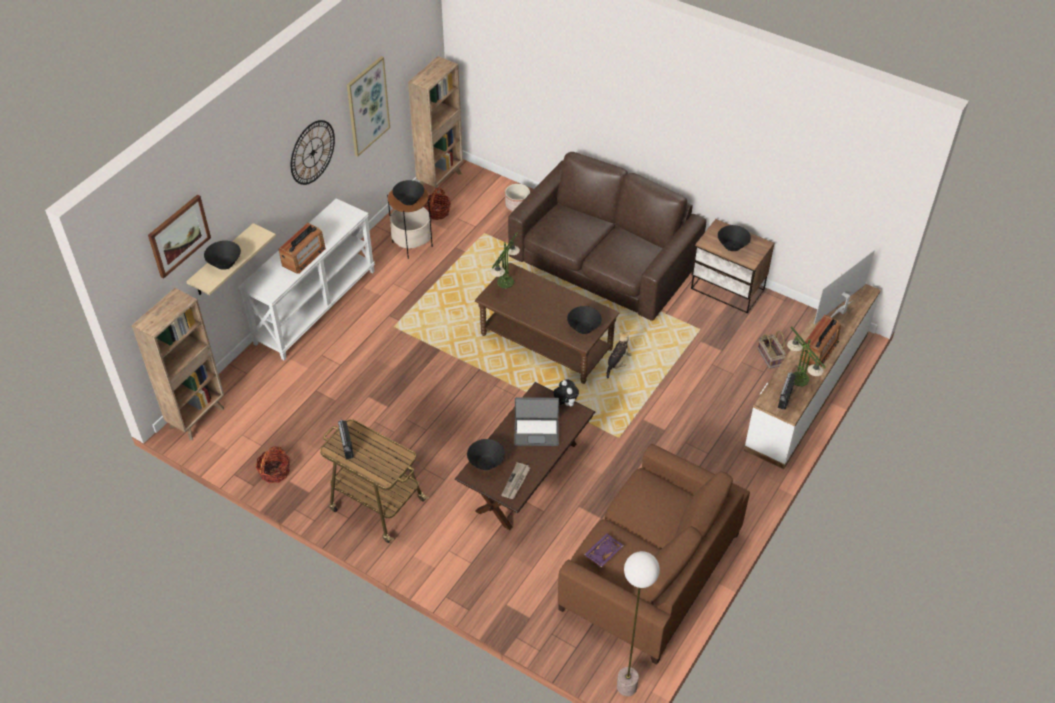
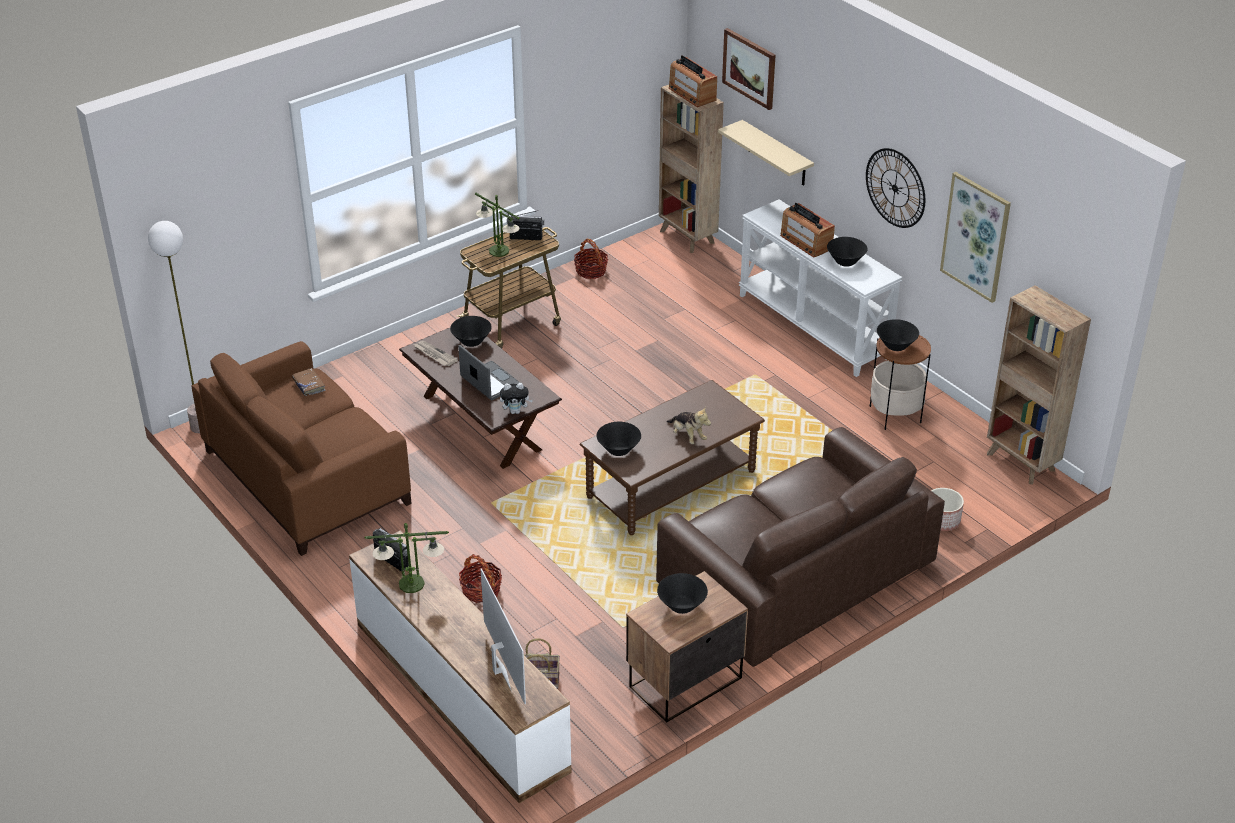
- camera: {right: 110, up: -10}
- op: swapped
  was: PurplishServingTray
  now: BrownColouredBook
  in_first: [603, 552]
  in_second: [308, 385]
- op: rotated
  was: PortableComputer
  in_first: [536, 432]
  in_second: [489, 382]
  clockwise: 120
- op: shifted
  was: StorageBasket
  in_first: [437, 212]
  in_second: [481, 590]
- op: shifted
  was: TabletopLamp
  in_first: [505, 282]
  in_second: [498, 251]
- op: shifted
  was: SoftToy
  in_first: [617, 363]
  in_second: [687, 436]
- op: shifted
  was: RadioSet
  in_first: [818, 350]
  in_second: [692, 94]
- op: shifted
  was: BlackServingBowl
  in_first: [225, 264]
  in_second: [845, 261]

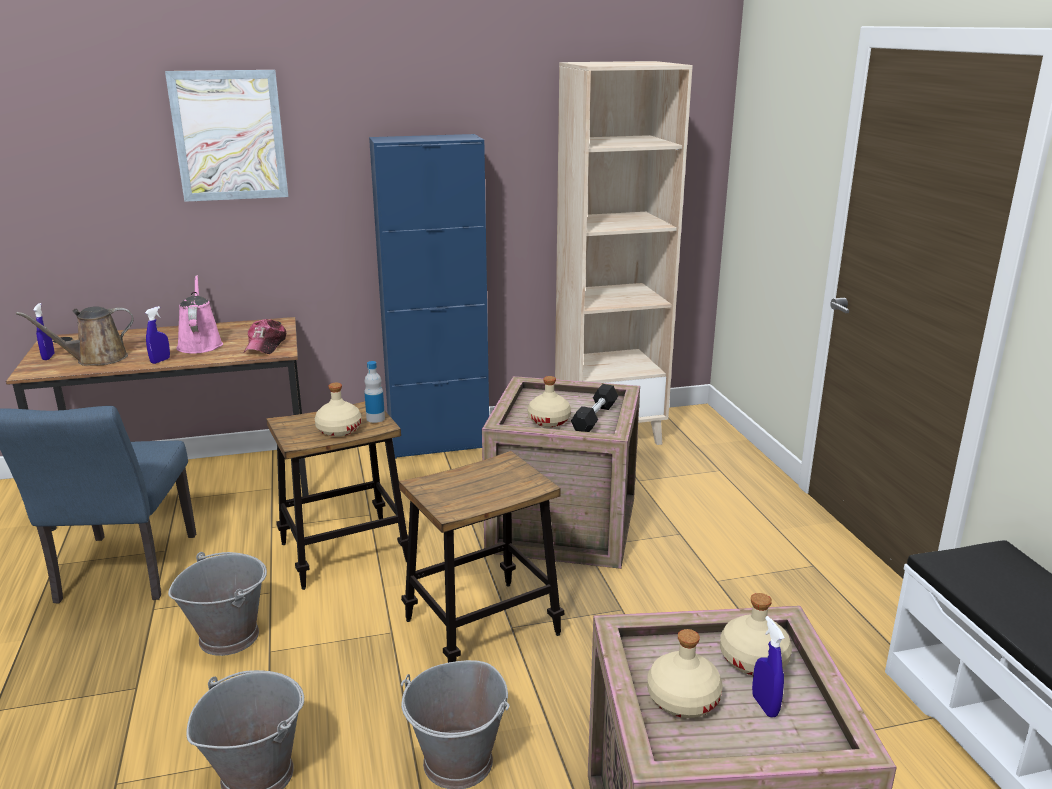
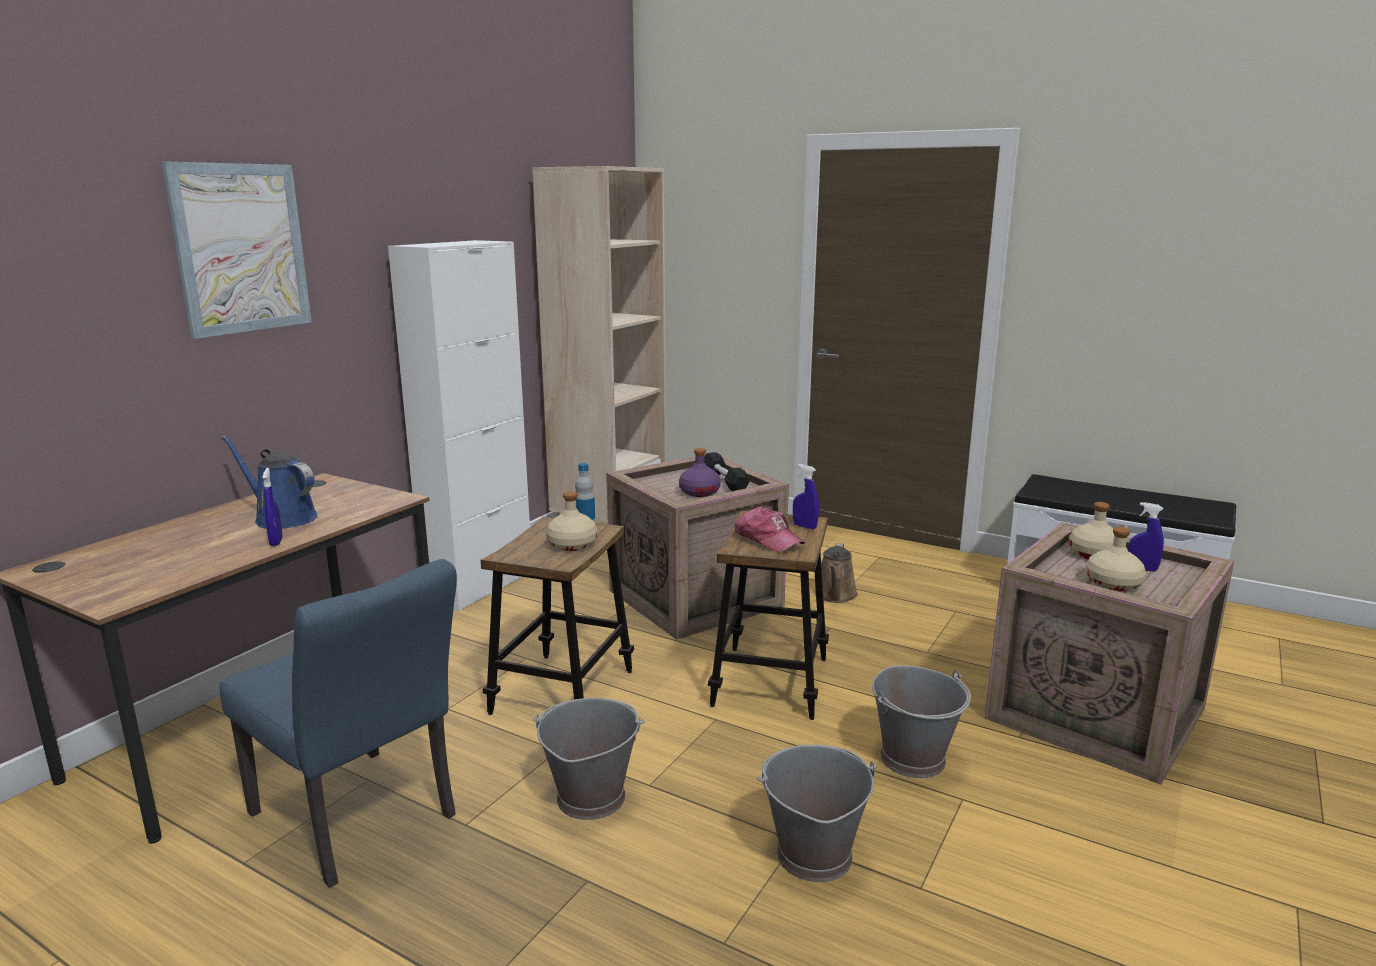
- camera: {right: -45, up: -5}
- op: repainted
  was: PinkishSprinklingCan
  now: BlueSprinklingCan
  in_first: [200, 344]
  in_second: [281, 518]
- op: repainted
  was: BlueStorageCabinet
  now: WhiteStorageCabinet
  in_first: [439, 444]
  in_second: [479, 586]
- op: repainted
  was: SandColouredBeverageBottle
  now: PurplishBeverageBottle
  in_first: [549, 421]
  in_second: [699, 492]
- op: shifted
  was: Cap
  in_first: [265, 345]
  in_second: [768, 539]
- op: shifted
  was: BlueSprayer
  in_first: [48, 357]
  in_second: [804, 526]
- op: shifted
  was: BrownColouredSprinklingCan
  in_first: [96, 359]
  in_second: [835, 596]

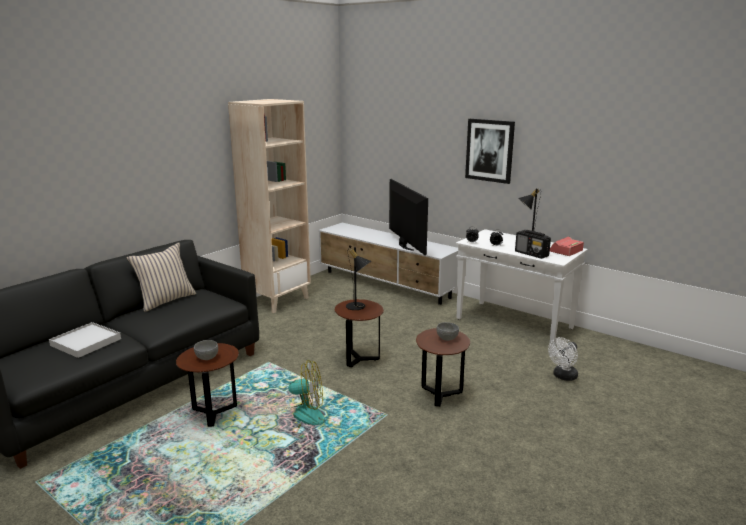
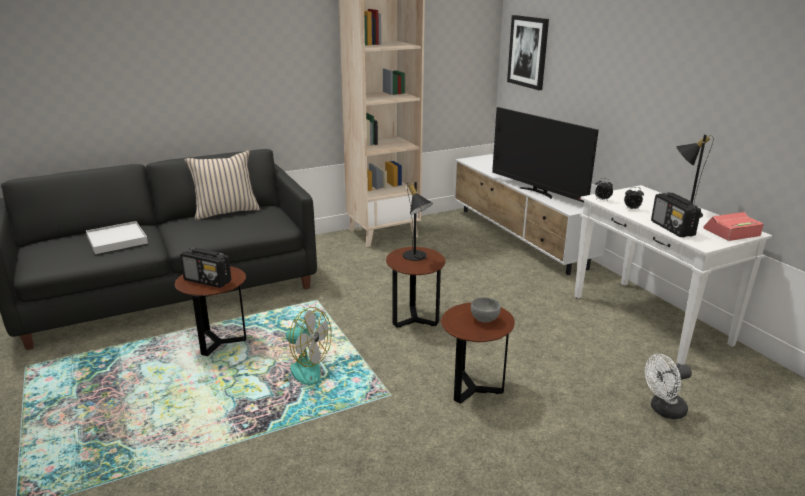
- camera: {right: 25, up: 5}
- op: swapped
  was: GreyishServingBowl
  now: RadioSet
  in_first: [207, 358]
  in_second: [208, 281]
- op: rotated
  was: TvSet
  in_first: [404, 246]
  in_second: [538, 192]
  clockwise: 135
- op: shifted
  was: WallArt
  in_first: [489, 150]
  in_second: [528, 52]

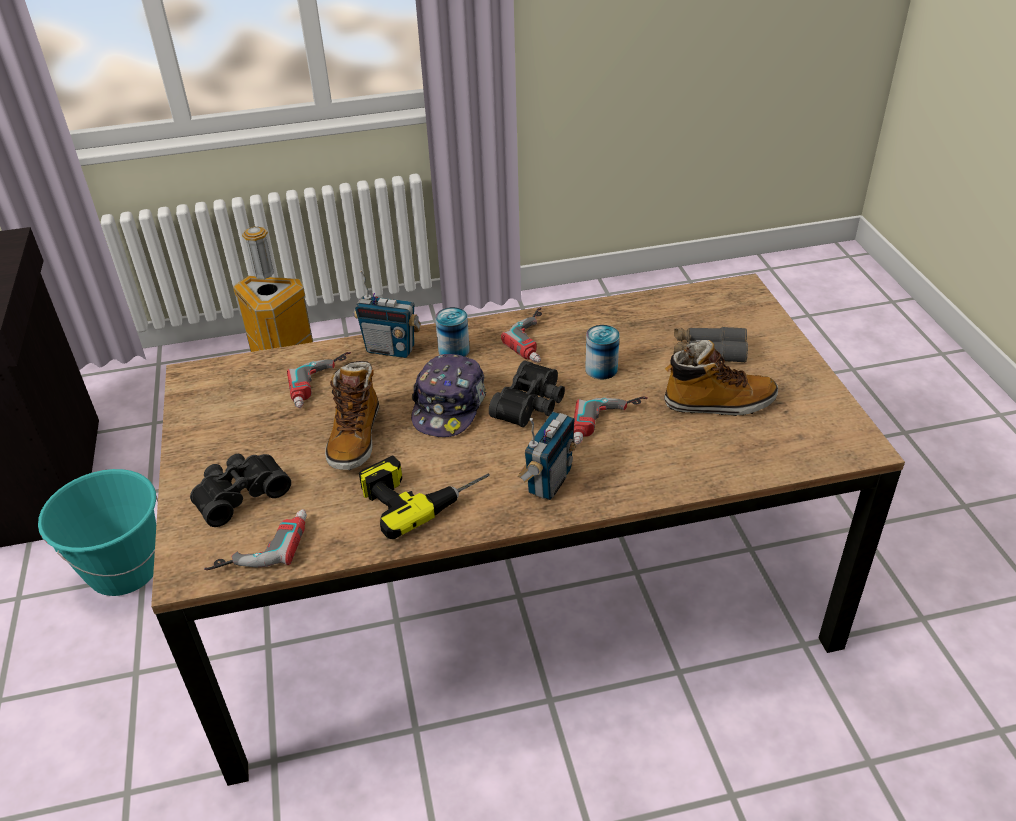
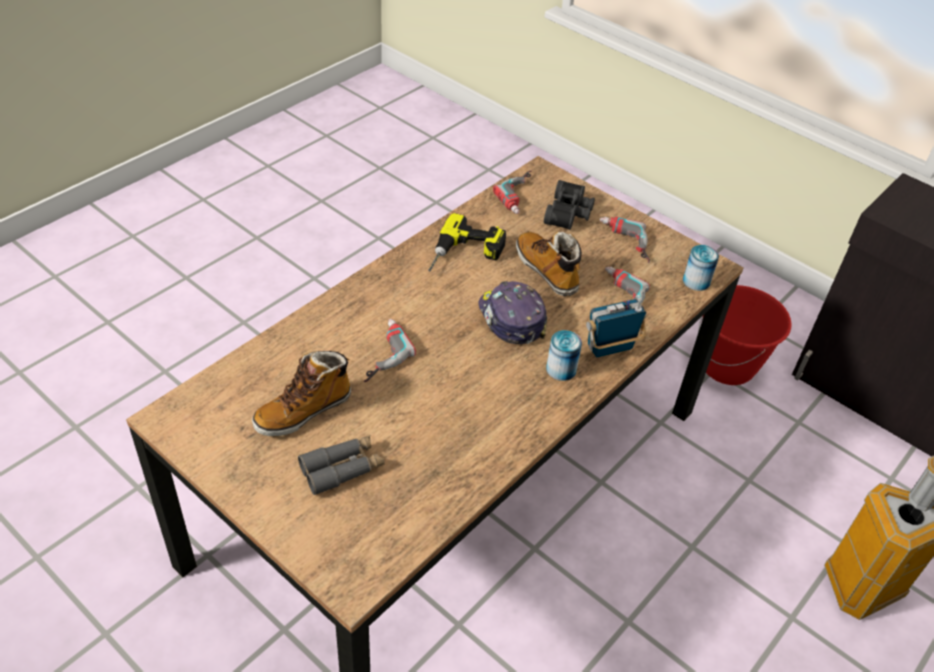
- camera: {right: 140, up: 5}
- op: shifted
  was: ElectricDrill
  in_first: [538, 340]
  in_second: [623, 243]
- op: shifted
  was: SealedCan
  in_first: [601, 369]
  in_second: [696, 281]
- op: repainted
  was: TurquoiseWaterBucket
  now: ReddishWaterBucket
  in_first: [124, 570]
  in_second: [727, 366]
- op: gone
  was: BlackFieldGlasses
  in_first: [532, 405]
- op: gone
  was: RadioSet
  in_first: [548, 481]

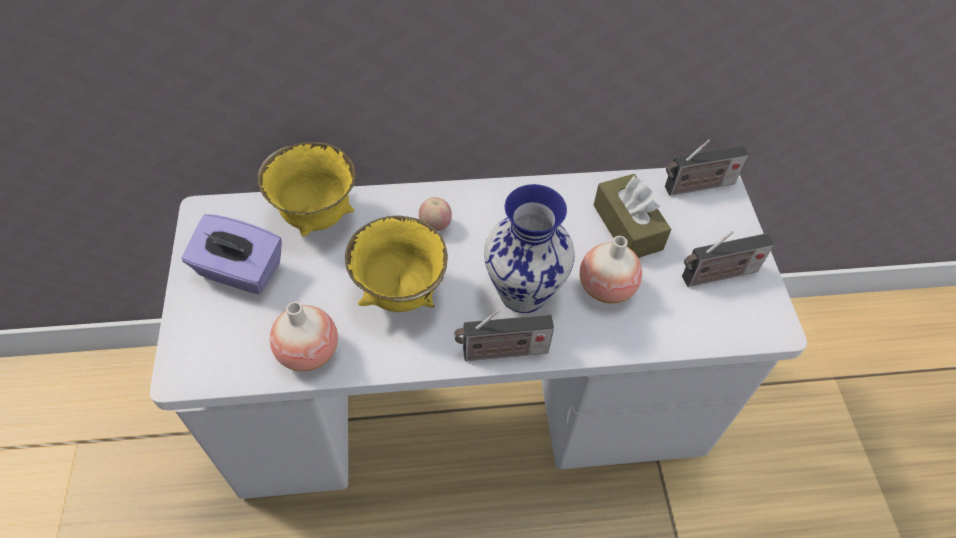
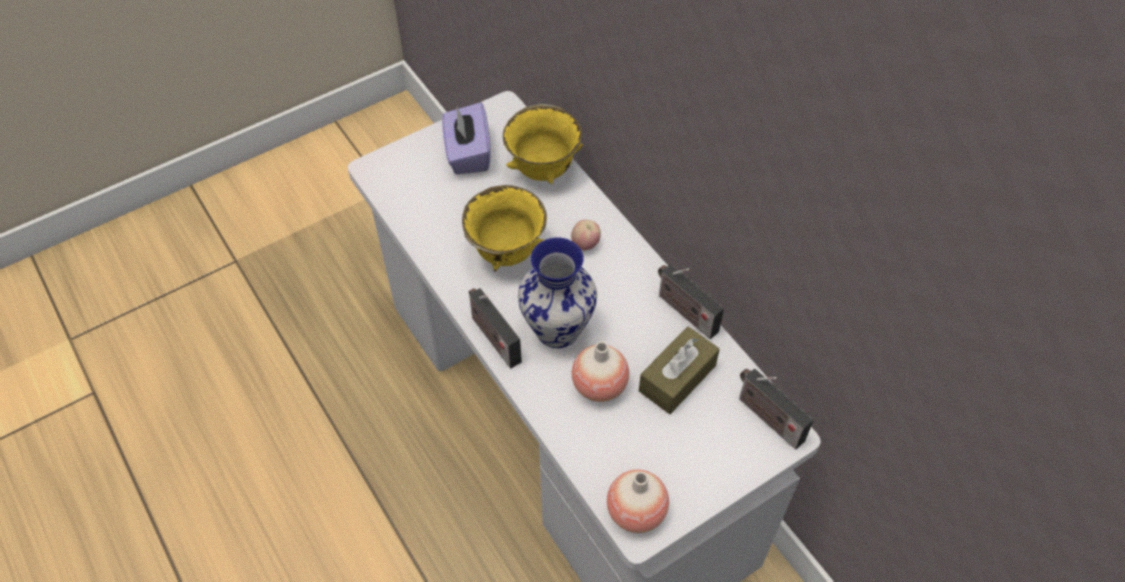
- camera: {right: 65, up: 0}
- op: shifted
  was: Vase
  in_first: [308, 352]
  in_second: [636, 511]
- op: shifted
  was: RadioSet
  in_first: [716, 275]
  in_second: [684, 312]

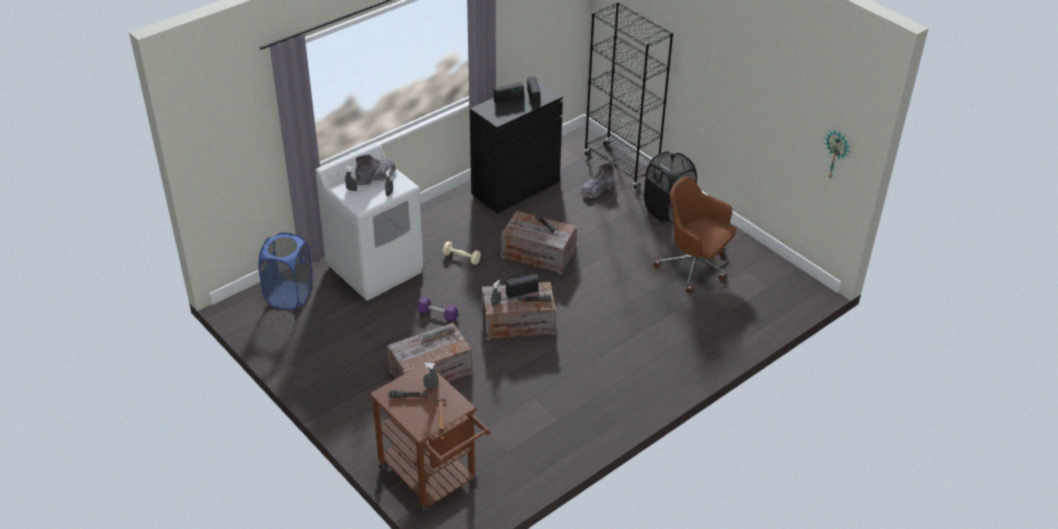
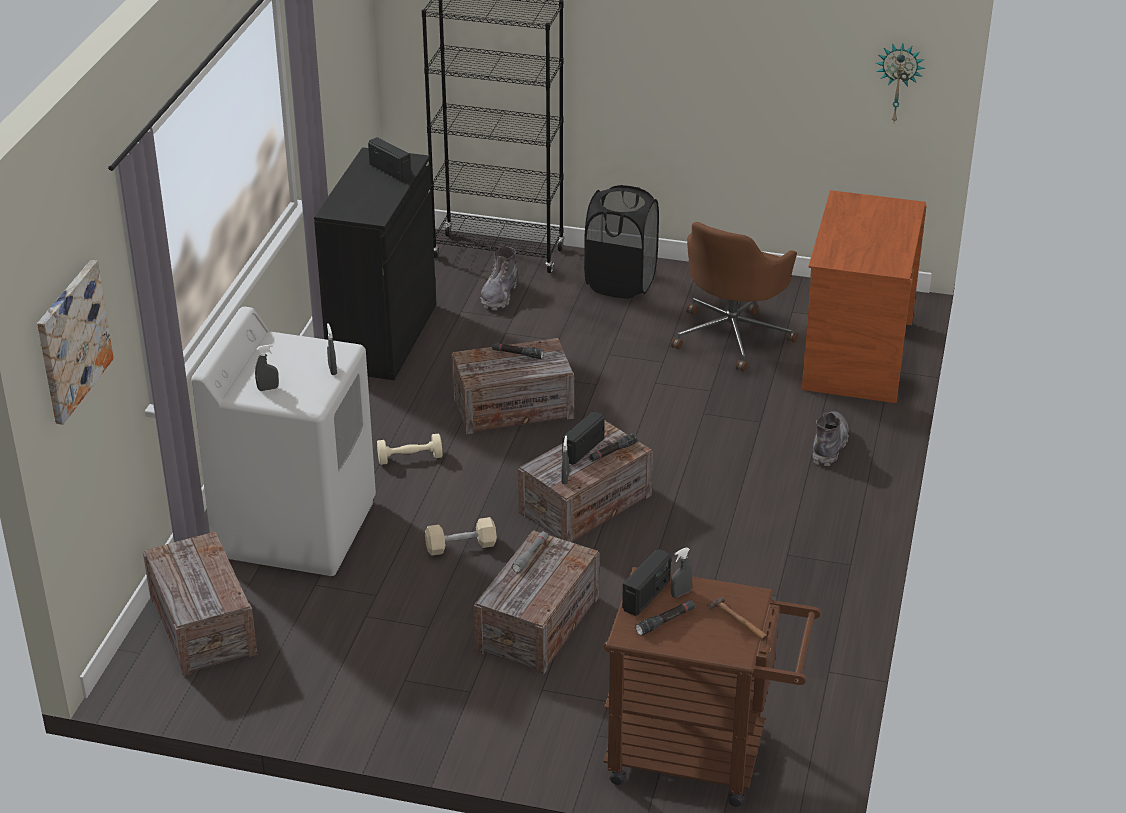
- camera: {right: -35, up: -5}
- op: new
  now: WallArt
  in_second: [72, 341]
- op: swapped
  was: BlueLaundryBasket
  now: Crate
  in_first: [289, 295]
  in_second: [203, 625]
- op: repainted
  was: PurplishDumbbell
  now: SandColouredDumbbell
  in_first: [437, 314]
  in_second: [461, 546]
- op: shifted
  was: RadioSet
  in_first: [508, 100]
  in_second: [647, 595]
- op: rotated
  was: BrownColouredDeskChair
  in_first: [694, 267]
  in_second: [732, 336]
  clockwise: -60
- op: new
  now: BrownColouredDesk
  in_second: [856, 355]
- op: shifted
  was: GreyishBoot
  in_first: [376, 177]
  in_second: [829, 445]

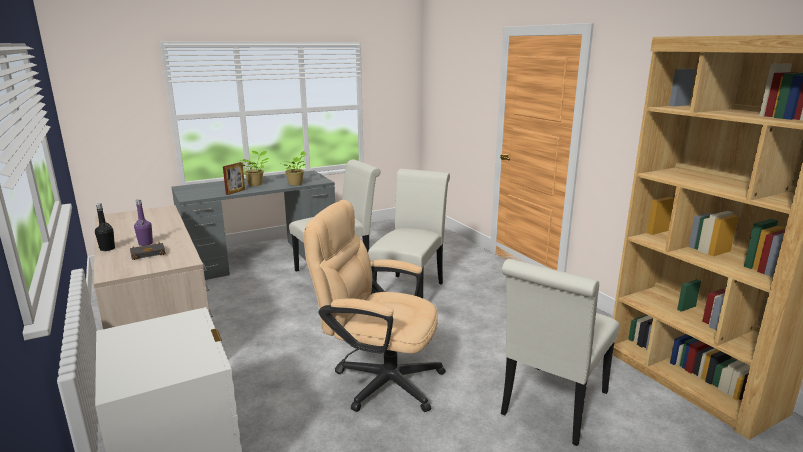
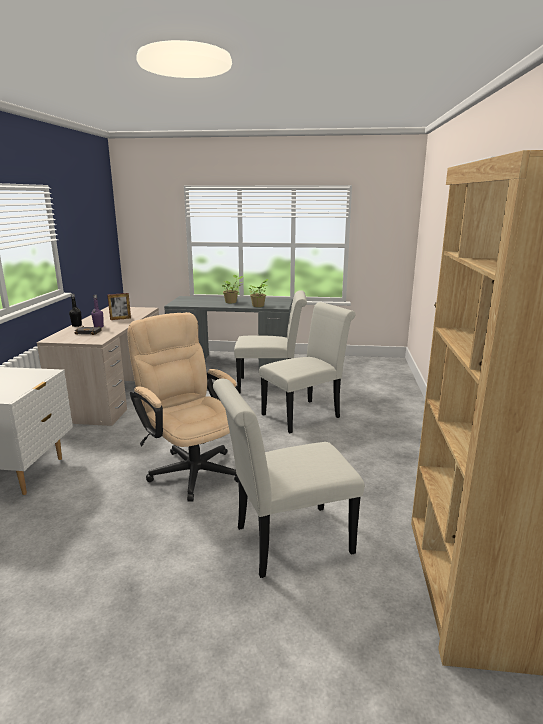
- camera: {right: 35, up: 0}
- op: shifted
  was: PictureFrame
  in_first: [235, 192]
  in_second: [120, 319]

